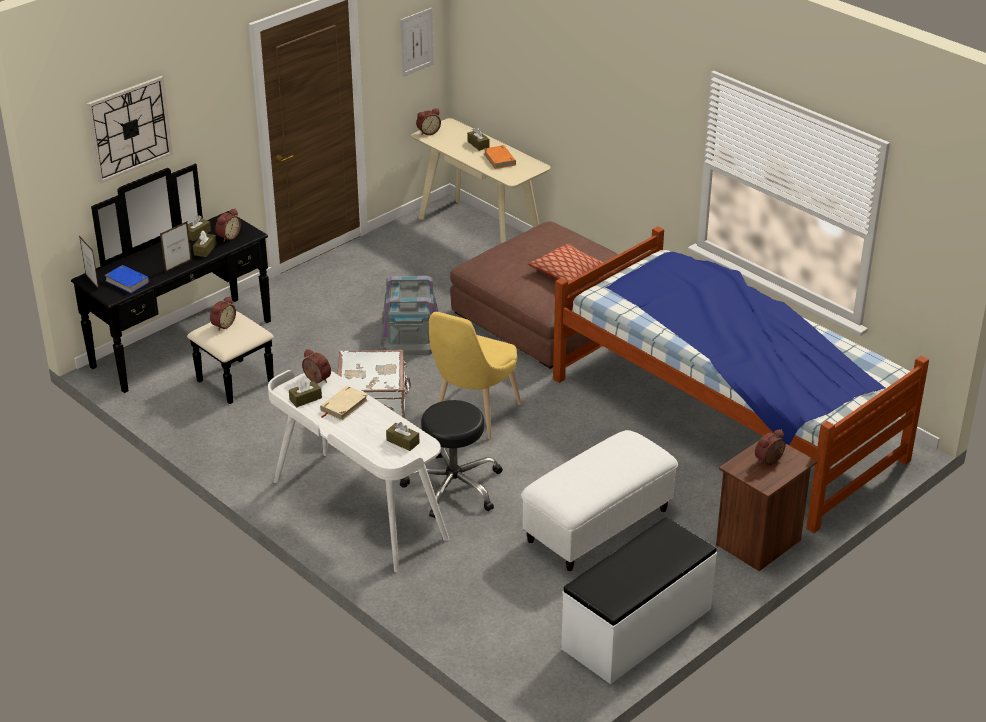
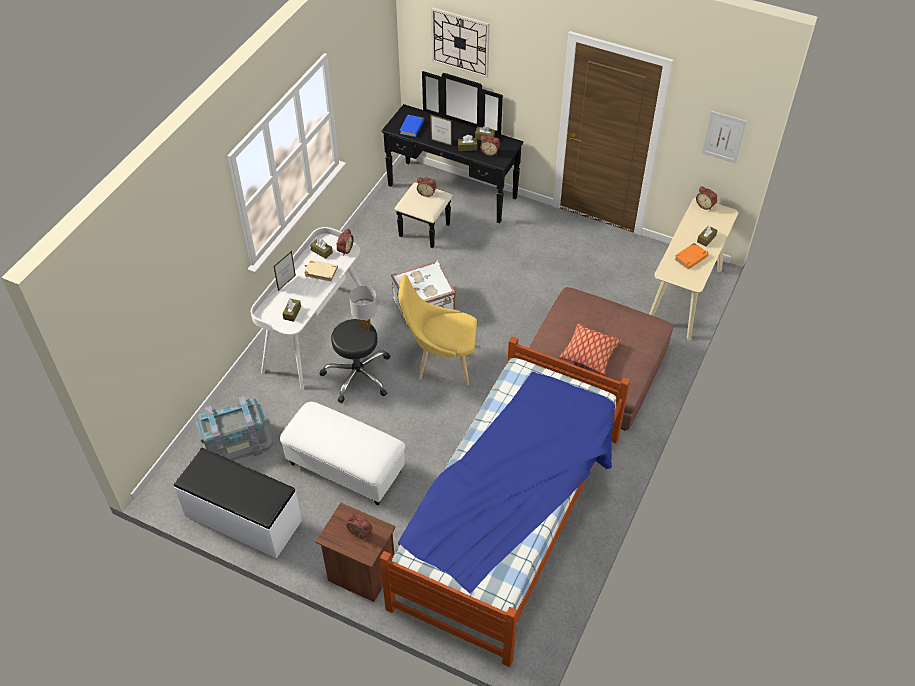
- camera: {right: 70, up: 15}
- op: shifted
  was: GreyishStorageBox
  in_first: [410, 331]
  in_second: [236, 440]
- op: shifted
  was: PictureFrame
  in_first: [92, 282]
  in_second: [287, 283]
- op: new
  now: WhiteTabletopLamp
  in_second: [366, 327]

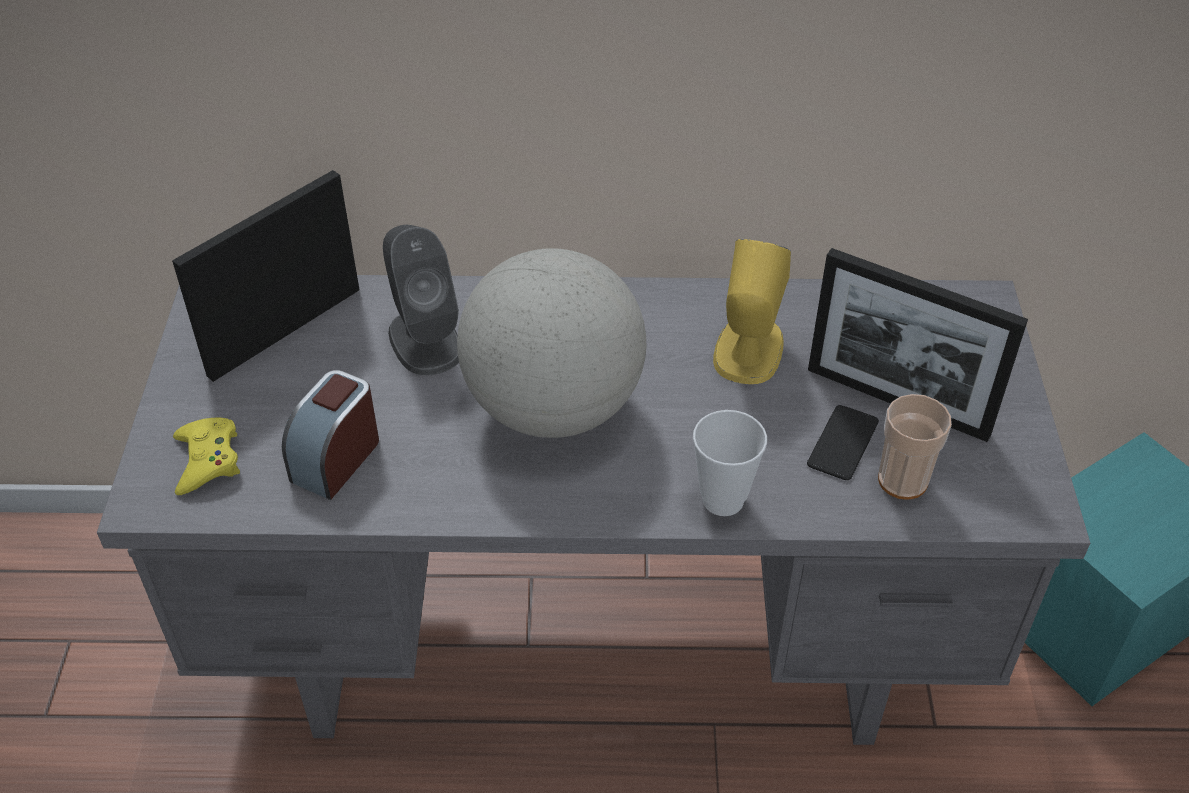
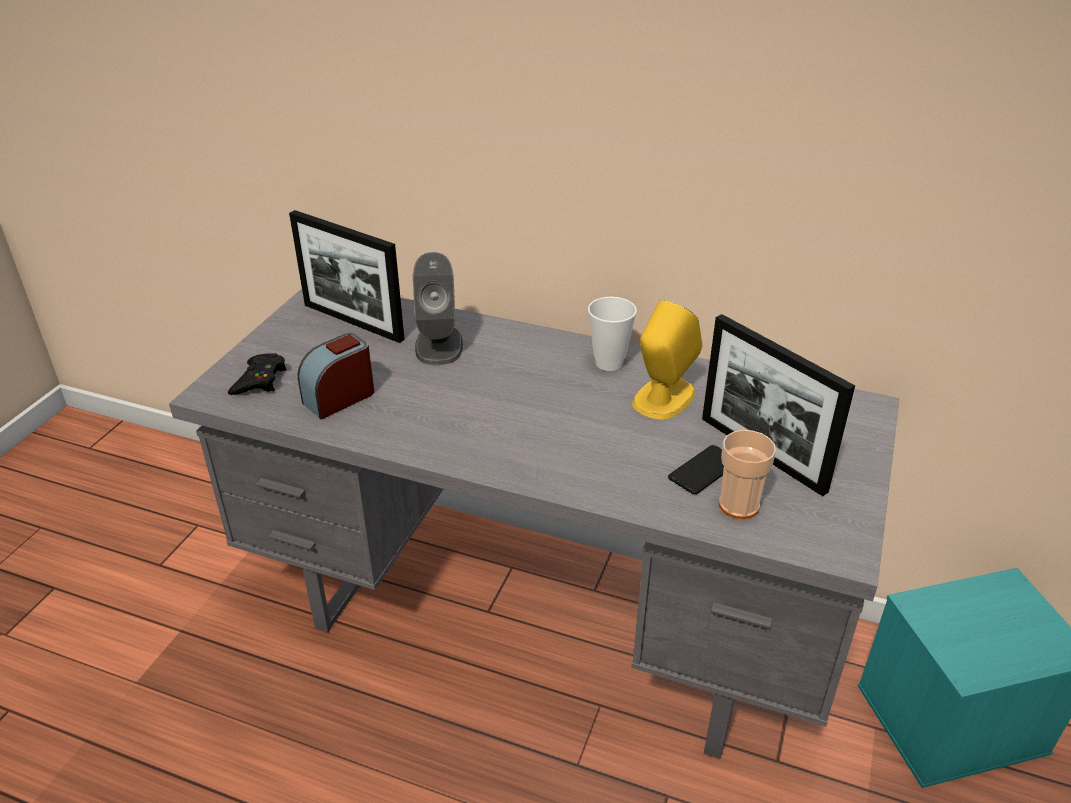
- camera: {right: 20, up: -10}
- op: repainted
  was: YellowishGameController
  now: BlackGameController
  in_first: [207, 460]
  in_second: [259, 380]
- op: rotated
  was: PictureFrame
  in_first: [285, 332]
  in_second: [353, 322]
  clockwise: -120
- op: shifted
  was: Cup
  in_first: [723, 500]
  in_second: [609, 363]
- op: gone
  was: Globe
  in_first: [554, 407]

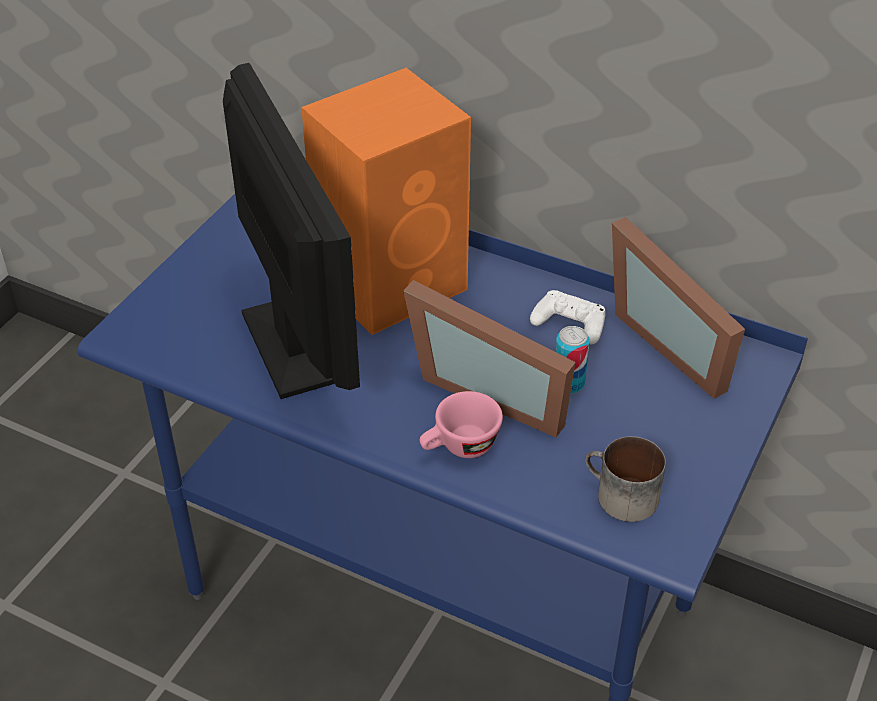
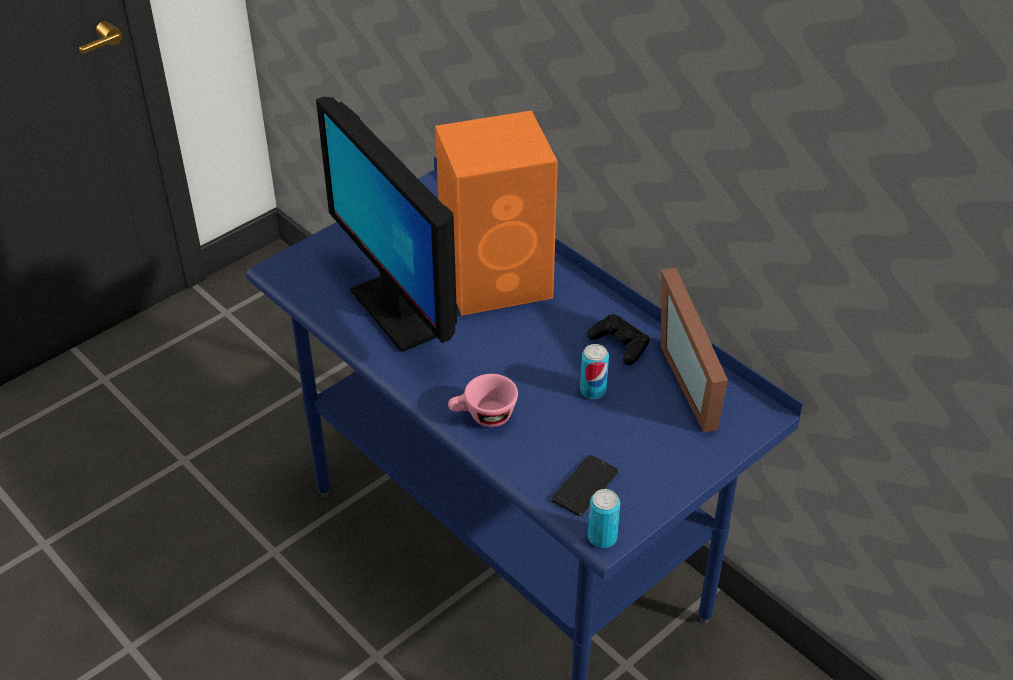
- camera: {right: 20, up: 0}
- op: rotated
  was: ComputerDisplay
  in_first: [295, 347]
  in_second: [400, 310]
  clockwise: 150
- op: swapped
  was: Mug
  now: Telephone
  in_first: [619, 496]
  in_second: [584, 486]
- op: repainted
  was: WhiteGameController
  now: BlackGameController
  in_first: [569, 323]
  in_second: [619, 344]
- op: new
  now: SealedCan
  in_second: [602, 537]
- op: gone
  was: PictureFrame
  in_first: [493, 389]

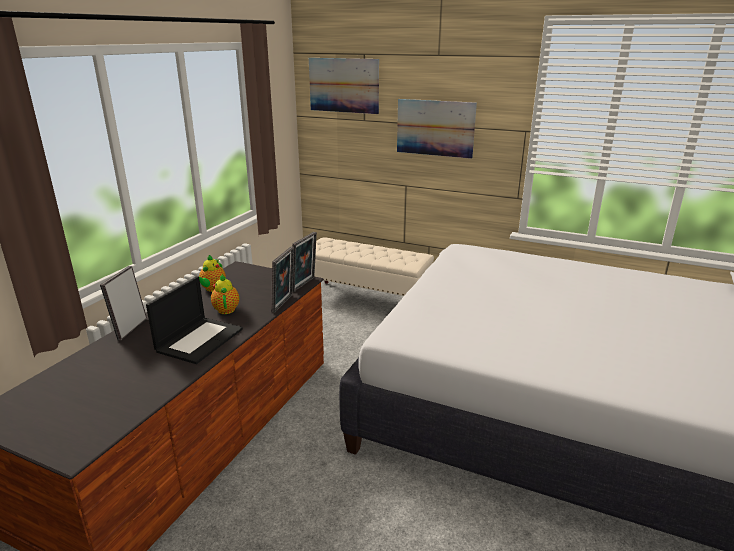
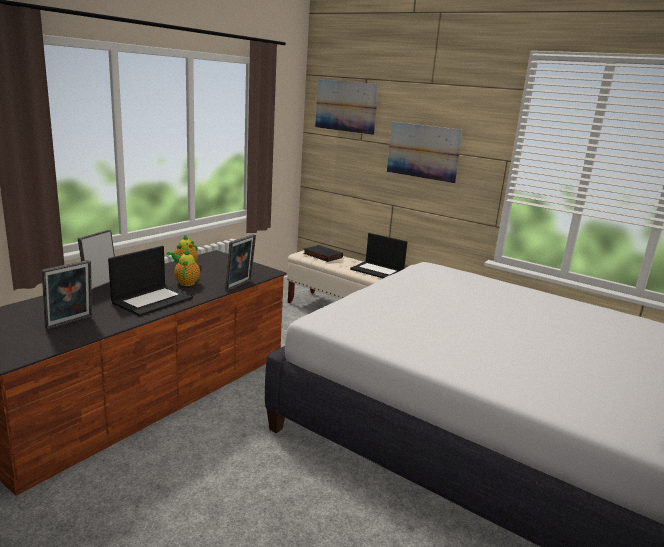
- camera: {right: 10, up: -5}
- op: shifted
  was: PictureFrame
  in_first: [305, 284]
  in_second: [70, 323]
- op: new
  now: BlackBook
  in_second: [322, 255]
- op: new
  now: PortableComputer
  in_second: [378, 271]

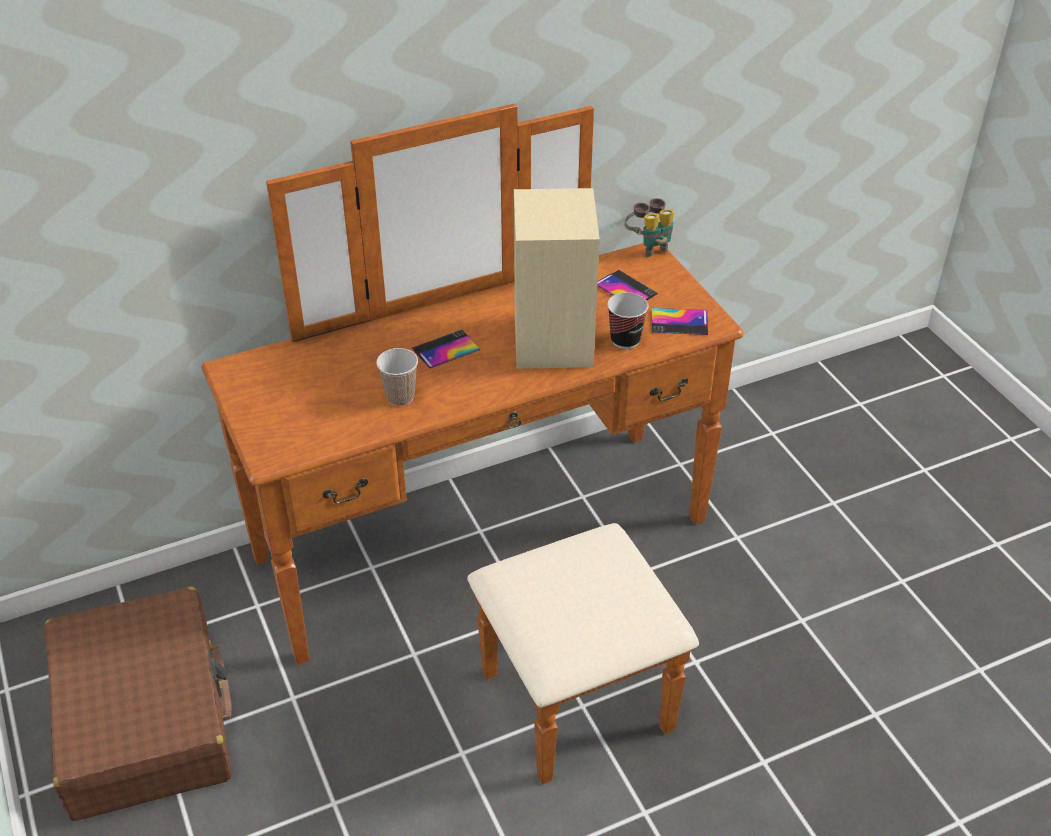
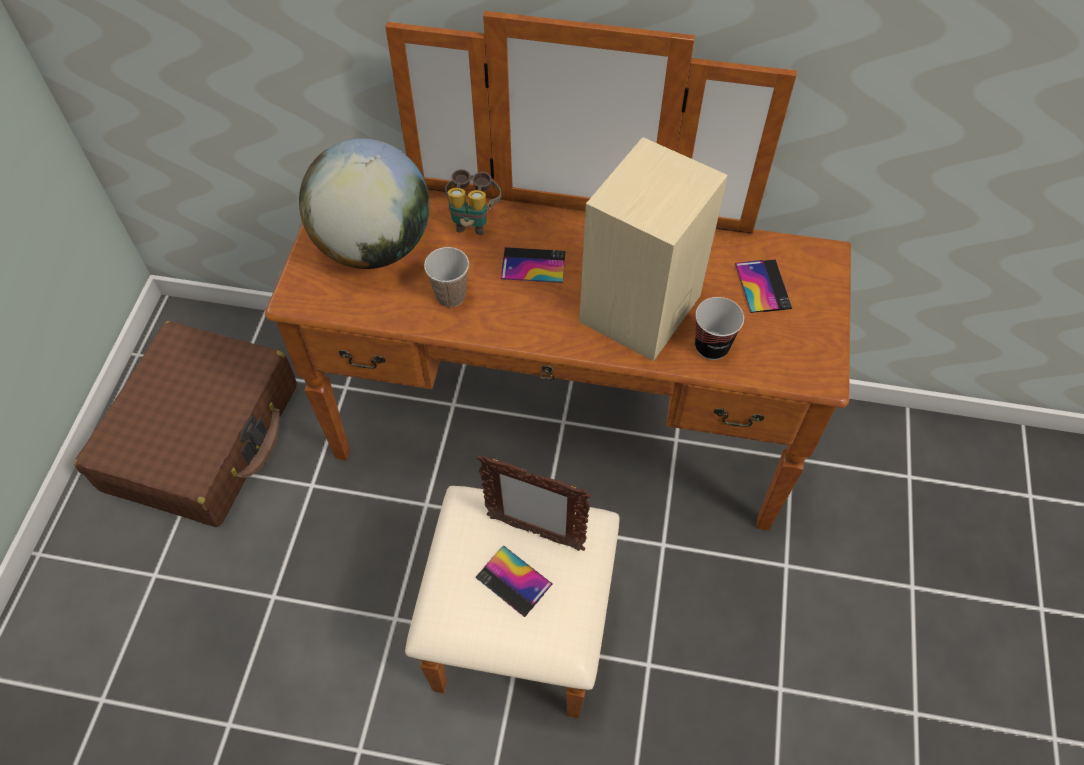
- camera: {right: 35, up: 15}
- op: new
  now: Globe
  in_second: [375, 246]
- op: shifted
  was: FieldGlasses
  in_first: [649, 246]
  in_second: [473, 220]
- op: shifted
  was: Telephone
  in_first: [679, 322]
  in_second: [513, 581]
- op: new
  now: PictureFrame
  in_second: [534, 532]

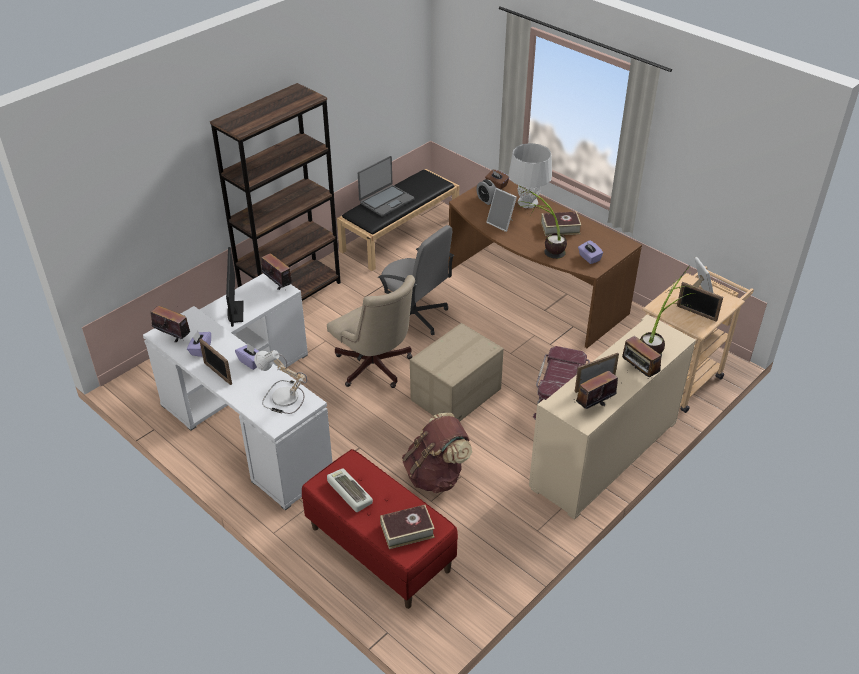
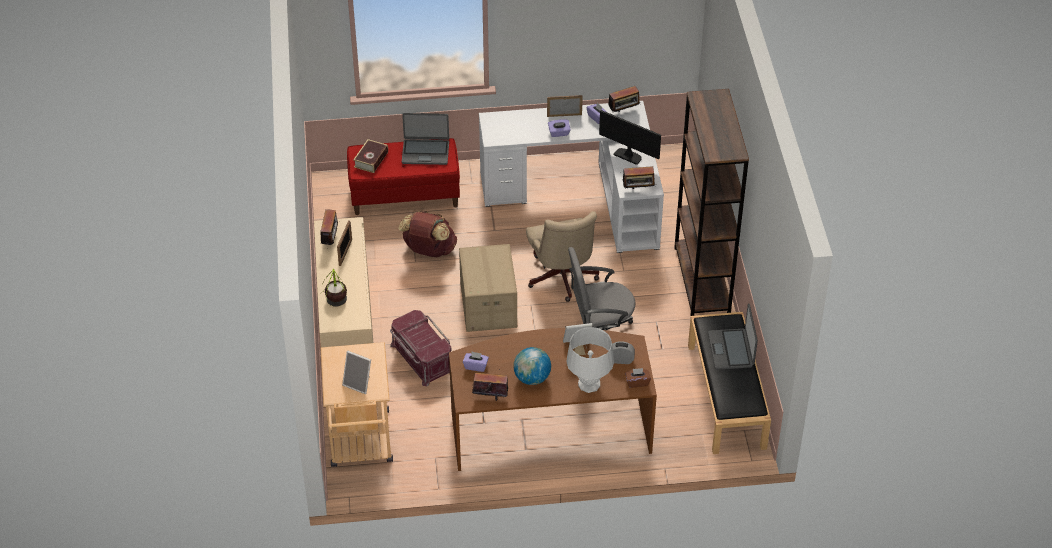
- camera: {right: 130, up: 5}
- op: swapped
  was: Keyboard
  now: PortableComputer
  in_first: [348, 492]
  in_second: [425, 152]
- op: shifted
  was: RadioSet
  in_first: [638, 373]
  in_second: [490, 396]
- op: swapped
  was: Book
  now: Globe
  in_first: [560, 228]
  in_second: [532, 378]
- op: rotated
  was: SandColouredDeskChair
  in_first: [375, 369]
  in_second: [562, 279]
  clockwise: -105
- op: gone
  was: TabletopLamp
  in_first: [282, 398]
- op: gone
  was: PlantInAPot
  in_first: [542, 250]
- op: gone
  was: PictureFrame
  in_first: [696, 313]

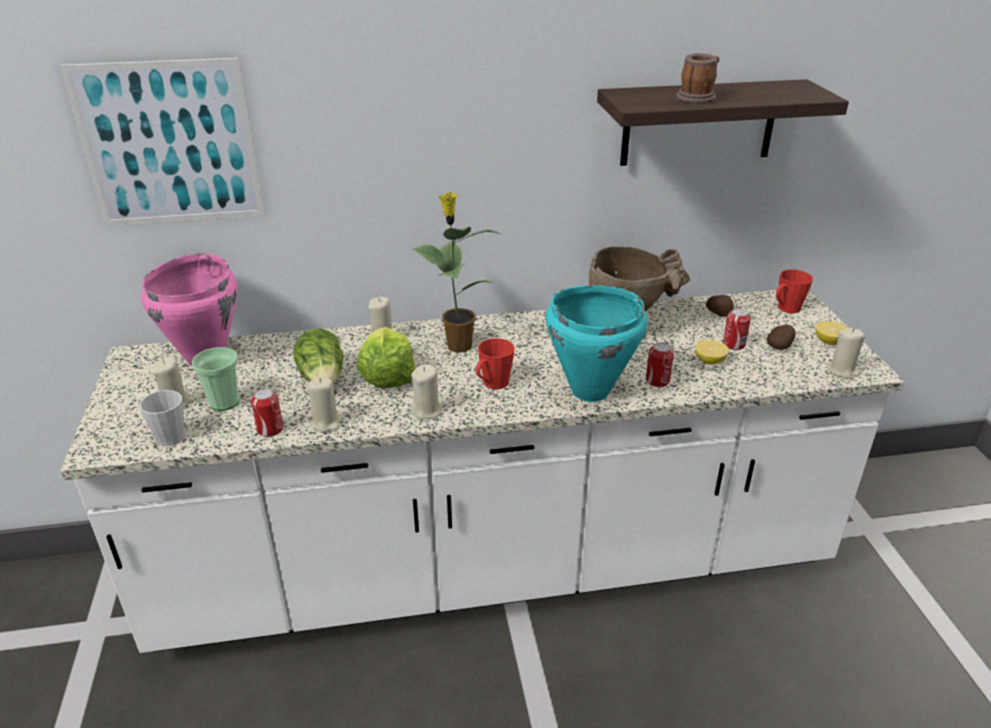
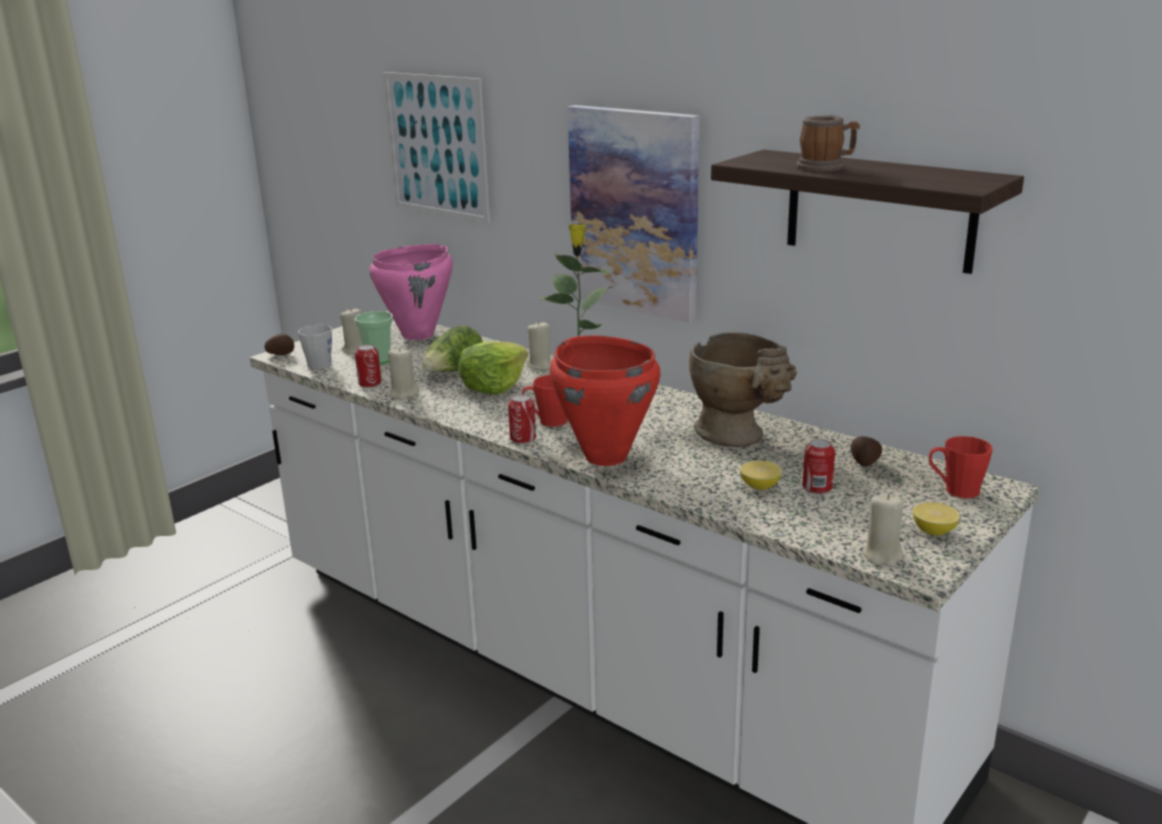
- camera: {right: 50, up: -10}
- op: shifted
  was: Potato
  in_first: [780, 346]
  in_second: [281, 354]
- op: shifted
  was: SealedCan
  in_first: [657, 380]
  in_second: [523, 438]
- op: repainted
  was: TurquoiseCookingPot
  now: ReddishCookingPot
  in_first: [589, 390]
  in_second: [606, 456]
- op: new
  now: WallArt
  in_second: [635, 212]
- op: gone
  was: SandColouredWaxCandle
  in_first: [427, 410]

